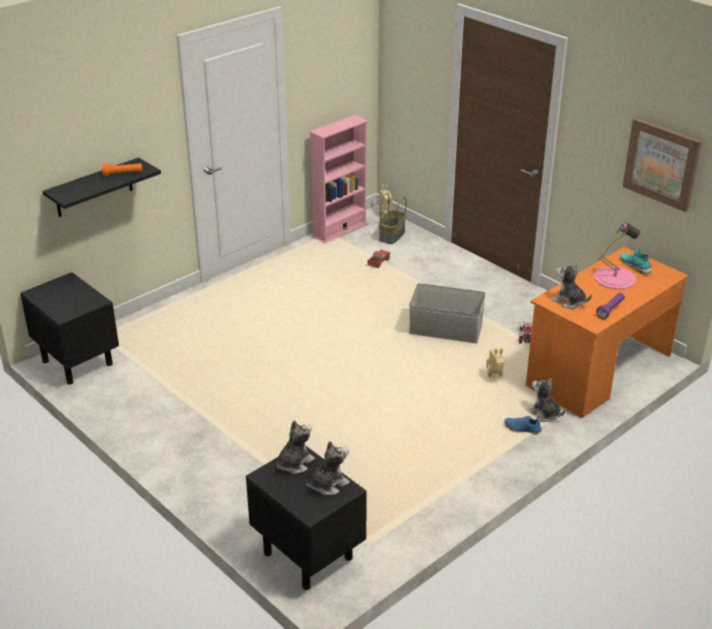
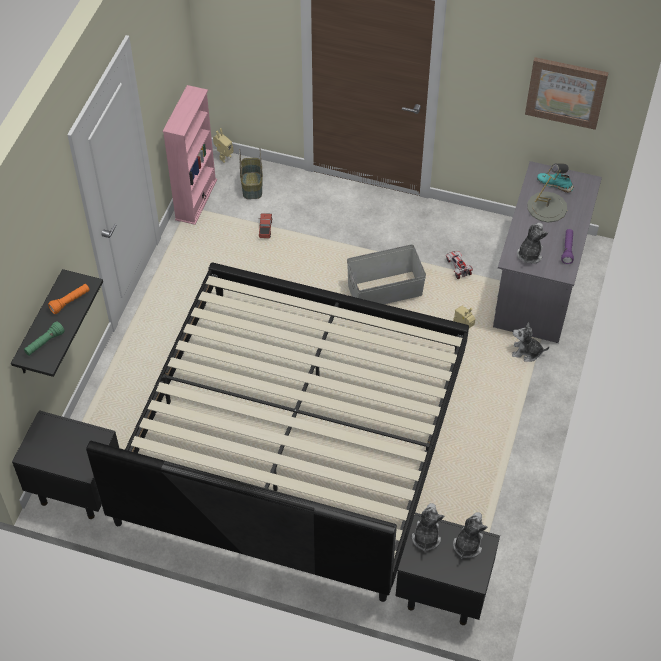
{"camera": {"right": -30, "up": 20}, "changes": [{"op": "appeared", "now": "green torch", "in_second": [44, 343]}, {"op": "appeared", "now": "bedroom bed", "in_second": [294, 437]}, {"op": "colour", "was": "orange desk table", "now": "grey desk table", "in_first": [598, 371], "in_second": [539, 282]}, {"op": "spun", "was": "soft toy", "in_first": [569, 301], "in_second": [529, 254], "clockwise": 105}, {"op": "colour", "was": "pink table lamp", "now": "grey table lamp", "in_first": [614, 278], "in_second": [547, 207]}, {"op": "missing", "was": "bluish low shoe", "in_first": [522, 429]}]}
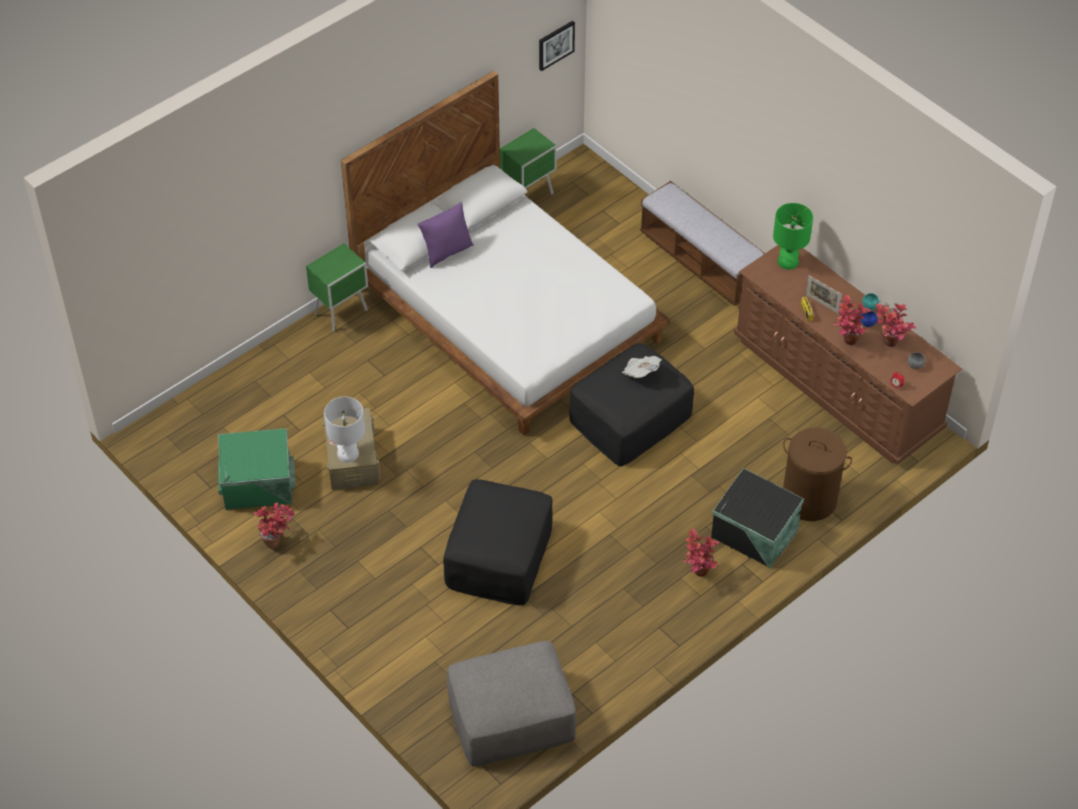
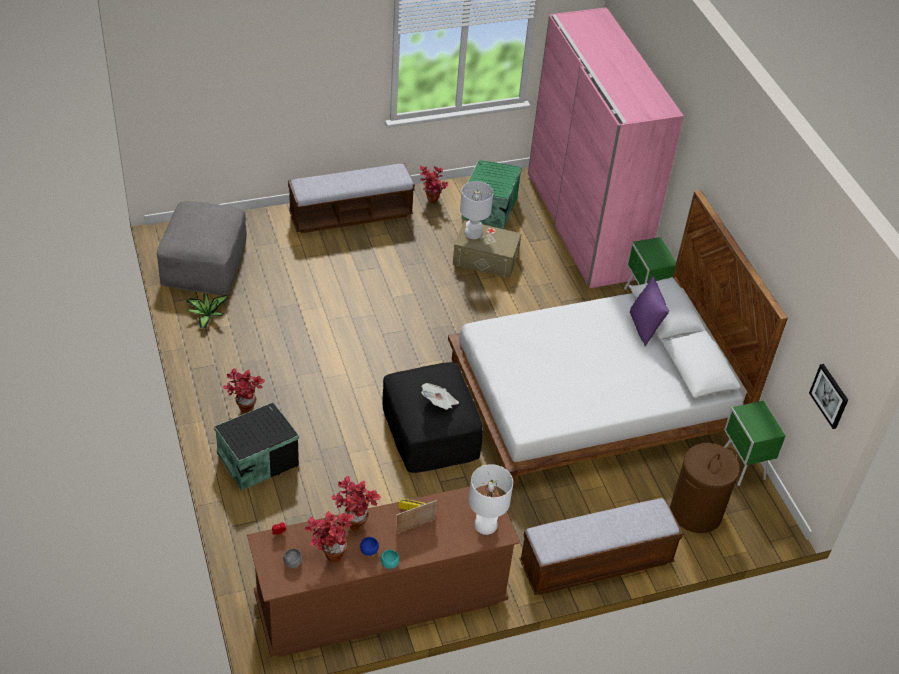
{"camera": {"right": 110, "up": -5}, "changes": [{"op": "appeared", "now": "potted plant", "in_second": [207, 315]}, {"op": "appeared", "now": "bench", "in_second": [351, 215]}, {"op": "colour", "was": "green table lamp", "now": "whitish table lamp", "in_first": [788, 261], "in_second": [486, 525]}, {"op": "appeared", "now": "pink wardrobe", "in_second": [584, 225]}, {"op": "relocated", "was": "brown-coloured washing basket", "in_first": [809, 499], "in_second": [696, 512]}, {"op": "missing", "was": "black footrest", "in_first": [499, 555]}]}
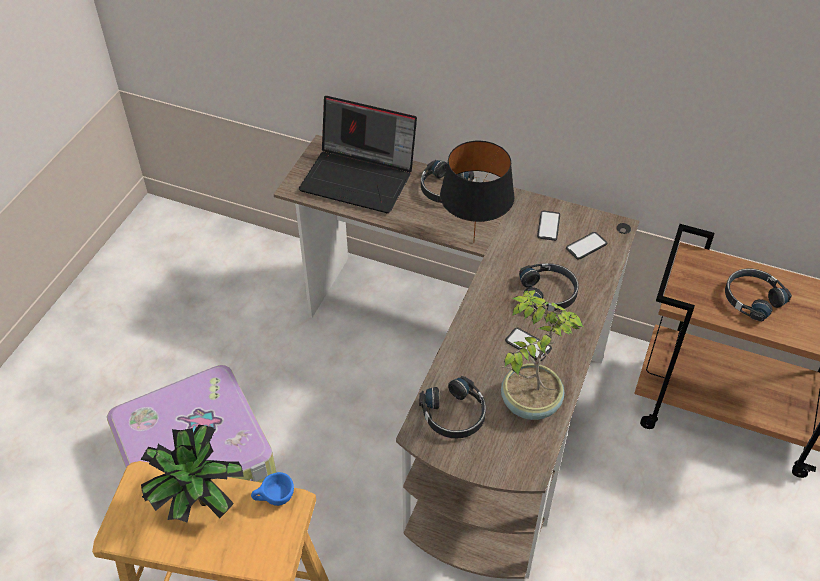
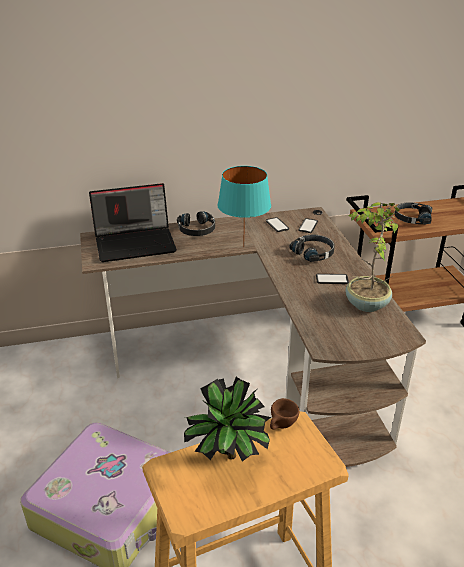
{"camera": {"right": -35, "up": -15}, "changes": [{"op": "colour", "was": "black table lamp", "now": "turquoise-coloured table lamp", "in_first": [473, 242], "in_second": [243, 247]}, {"op": "colour", "was": "bluish drinking cup", "now": "brown-coloured drinking cup", "in_first": [274, 500], "in_second": [281, 427]}, {"op": "missing", "was": "black headset", "in_first": [454, 415]}]}
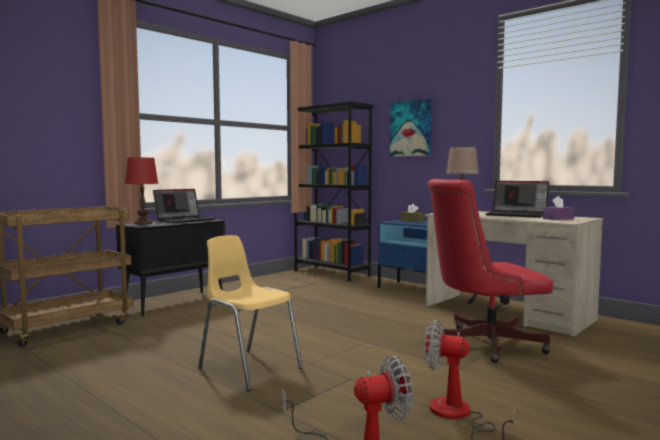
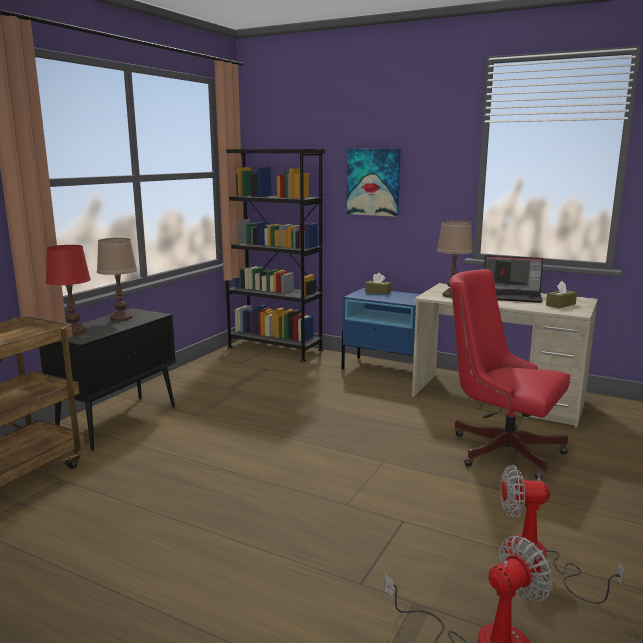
{"camera": {"right": -15, "up": 10}, "changes": [{"op": "exchanged", "was": "portable computer", "now": "brown-coloured table lamp", "in_first": [185, 220], "in_second": [121, 318]}, {"op": "spun", "was": "red computer chair", "in_first": [482, 344], "in_second": [500, 449], "clockwise": 60}, {"op": "colour", "was": "purple tissue holder", "now": "brown-coloured tissue holder", "in_first": [558, 219], "in_second": [560, 304]}, {"op": "missing", "was": "yellow-coloured upright chair", "in_first": [249, 368]}]}
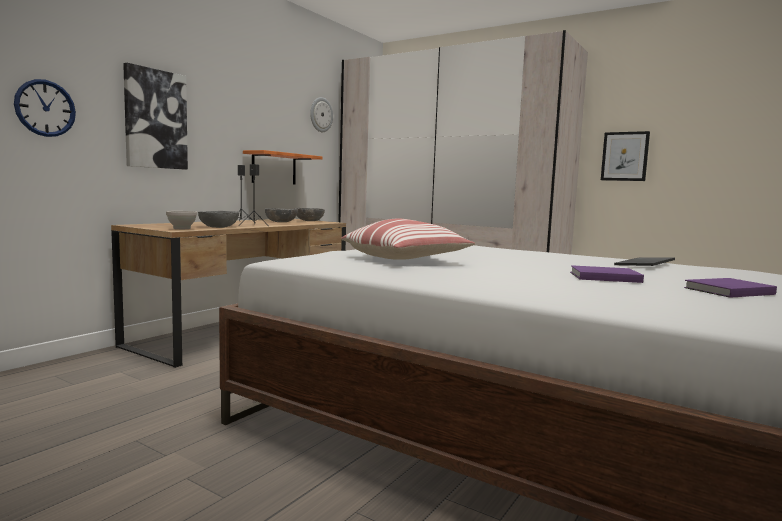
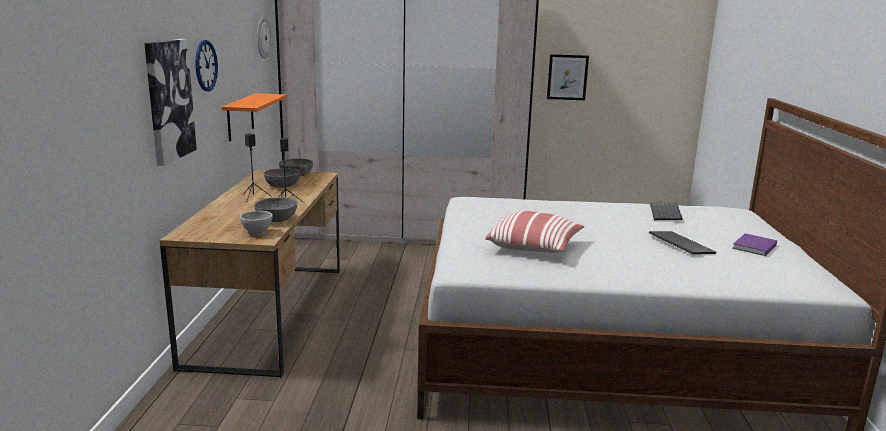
{"camera": {"right": -30, "up": 10}, "changes": [{"op": "relocated", "was": "wall clock", "in_first": [45, 108], "in_second": [205, 65]}, {"op": "exchanged", "was": "purple bound book", "now": "PC keyboard", "in_first": [602, 277], "in_second": [679, 244]}]}
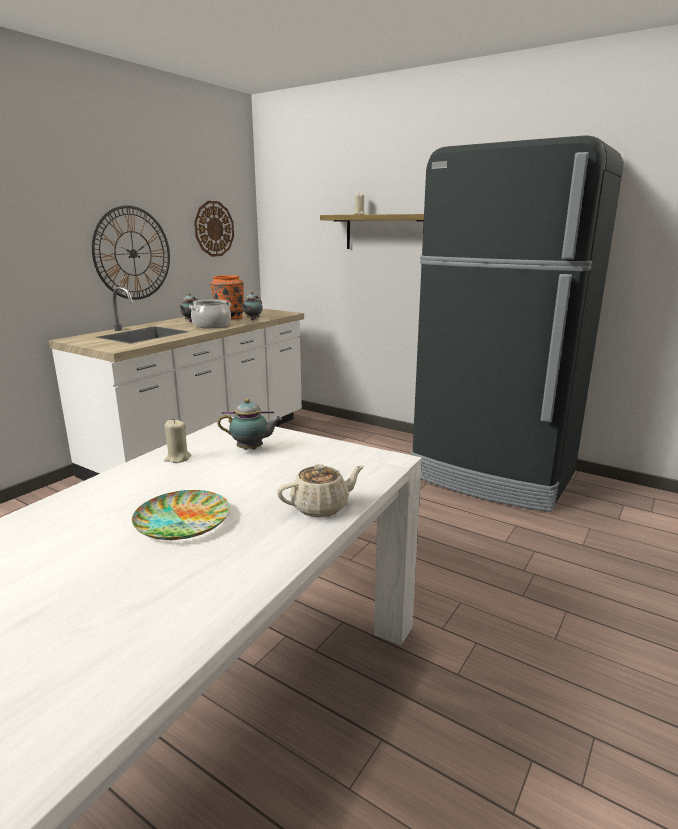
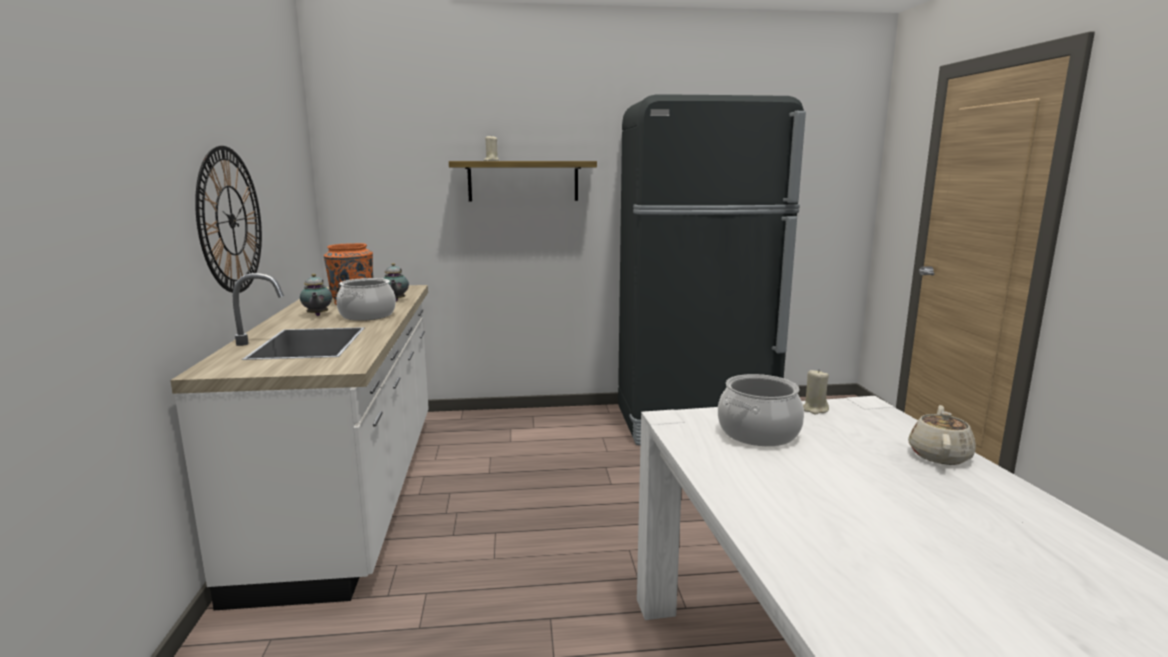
{"camera": {"right": -40, "up": -5}, "changes": [{"op": "exchanged", "was": "tea pot", "now": "stockpot", "in_first": [252, 449], "in_second": [759, 433]}, {"op": "relocated", "was": "beige-coloured wax light", "in_first": [177, 458], "in_second": [815, 409]}, {"op": "missing", "was": "plate", "in_first": [182, 521]}, {"op": "missing", "was": "wall clock", "in_first": [214, 229]}]}
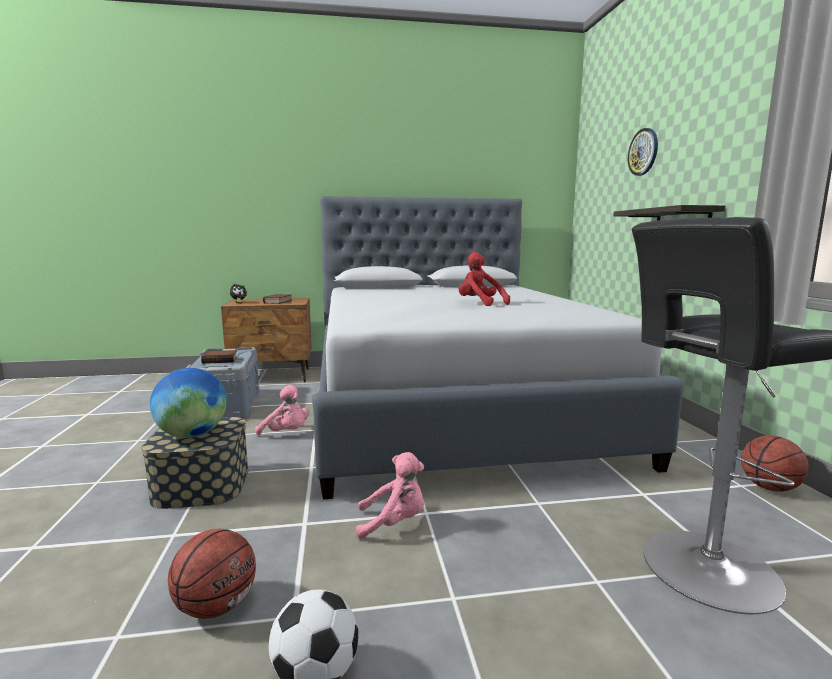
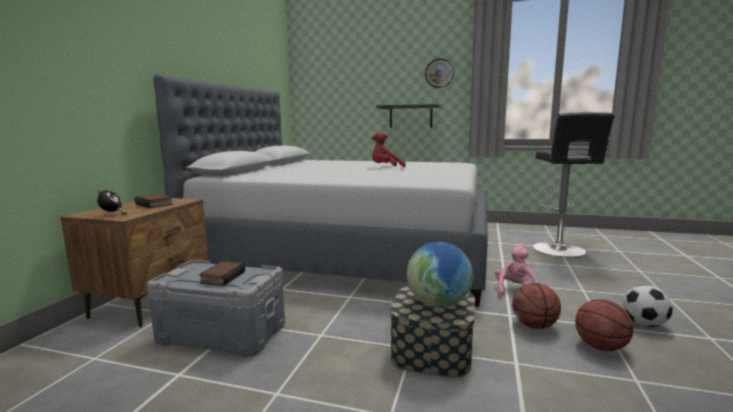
{"camera": {"right": -65, "up": 0}, "changes": [{"op": "relocated", "was": "wall clock", "in_first": [643, 152], "in_second": [439, 73]}, {"op": "relocated", "was": "basketball ball", "in_first": [769, 487], "in_second": [534, 326]}, {"op": "missing", "was": "pink soft toy", "in_first": [286, 433]}]}
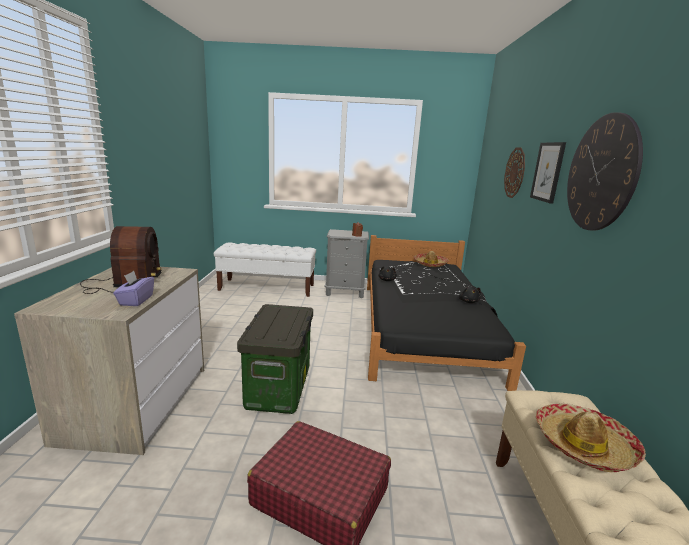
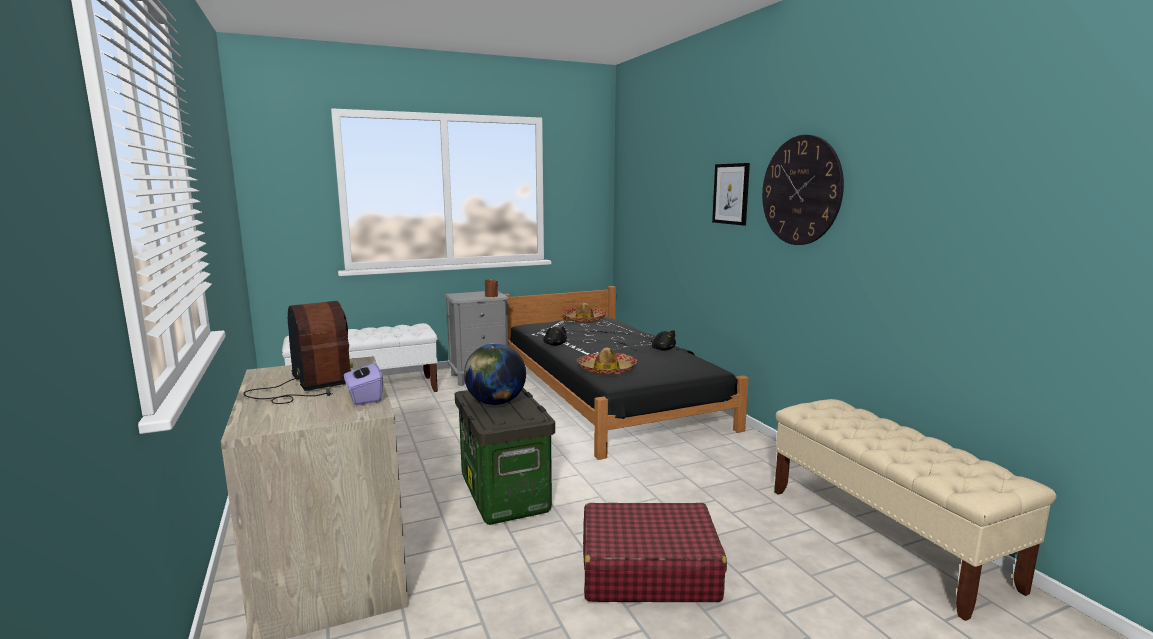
{"camera": {"right": -25, "up": -5}, "changes": [{"op": "appeared", "now": "world globe", "in_second": [495, 403]}, {"op": "relocated", "was": "wearable hat", "in_first": [583, 445], "in_second": [606, 370]}, {"op": "missing", "was": "wall clock", "in_first": [515, 172]}]}
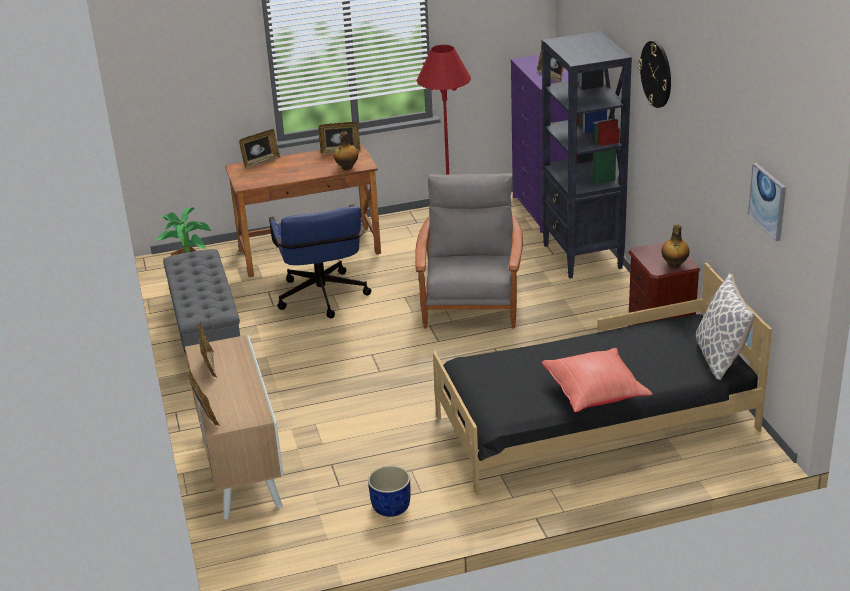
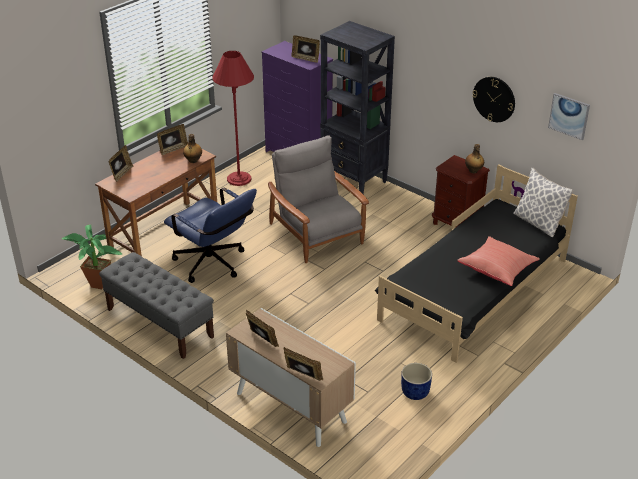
{"camera": {"right": -35, "up": 5}, "changes": [{"op": "relocated", "was": "wall clock", "in_first": [656, 74], "in_second": [494, 99]}]}
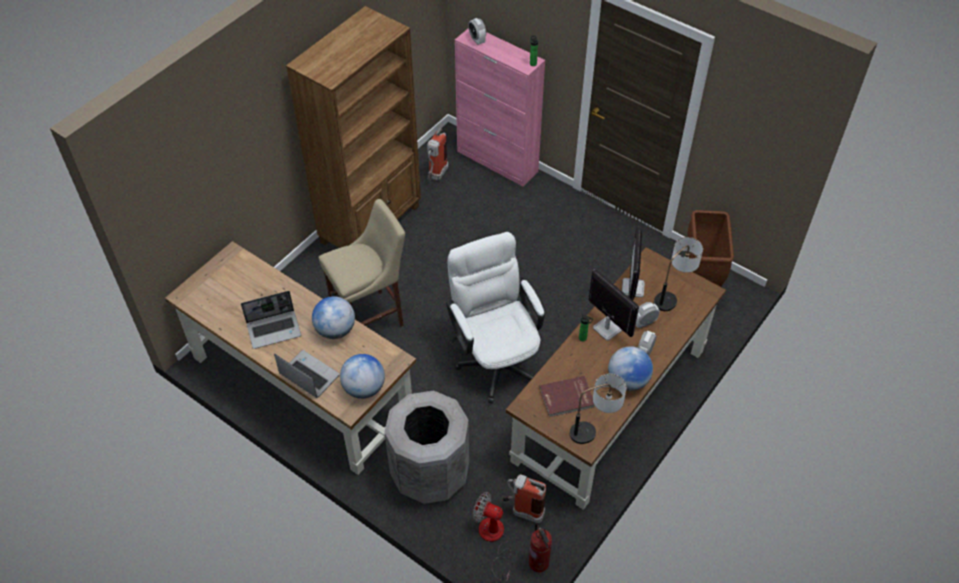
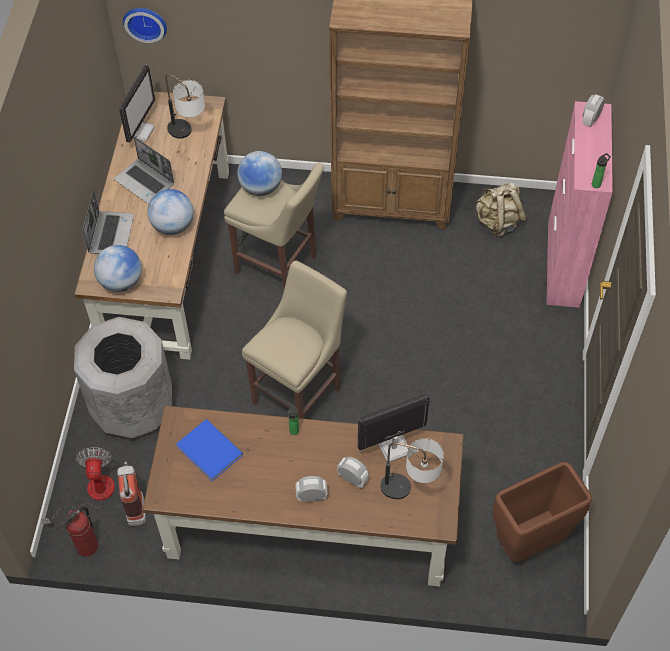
{"camera": {"right": 60, "up": 5}, "changes": [{"op": "relocated", "was": "computer screen", "in_first": [607, 328], "in_second": [140, 130]}, {"op": "appeared", "now": "wall clock", "in_second": [145, 22]}, {"op": "relocated", "was": "table lamp", "in_first": [594, 429], "in_second": [188, 135]}, {"op": "colour", "was": "red bound book", "now": "bluish bound book", "in_first": [567, 398], "in_second": [208, 452]}, {"op": "relocated", "was": "world globe", "in_first": [628, 380], "in_second": [261, 187]}, {"op": "exchanged", "was": "whitish computer chair", "now": "beige-coloured stool", "in_first": [495, 358], "in_second": [300, 393]}, {"op": "exchanged", "was": "extinguisher", "now": "beige-coloured backpack", "in_first": [436, 176], "in_second": [498, 222]}]}
